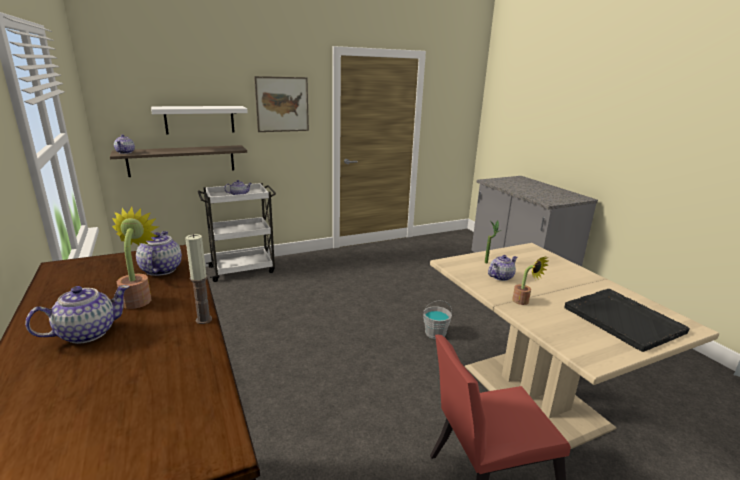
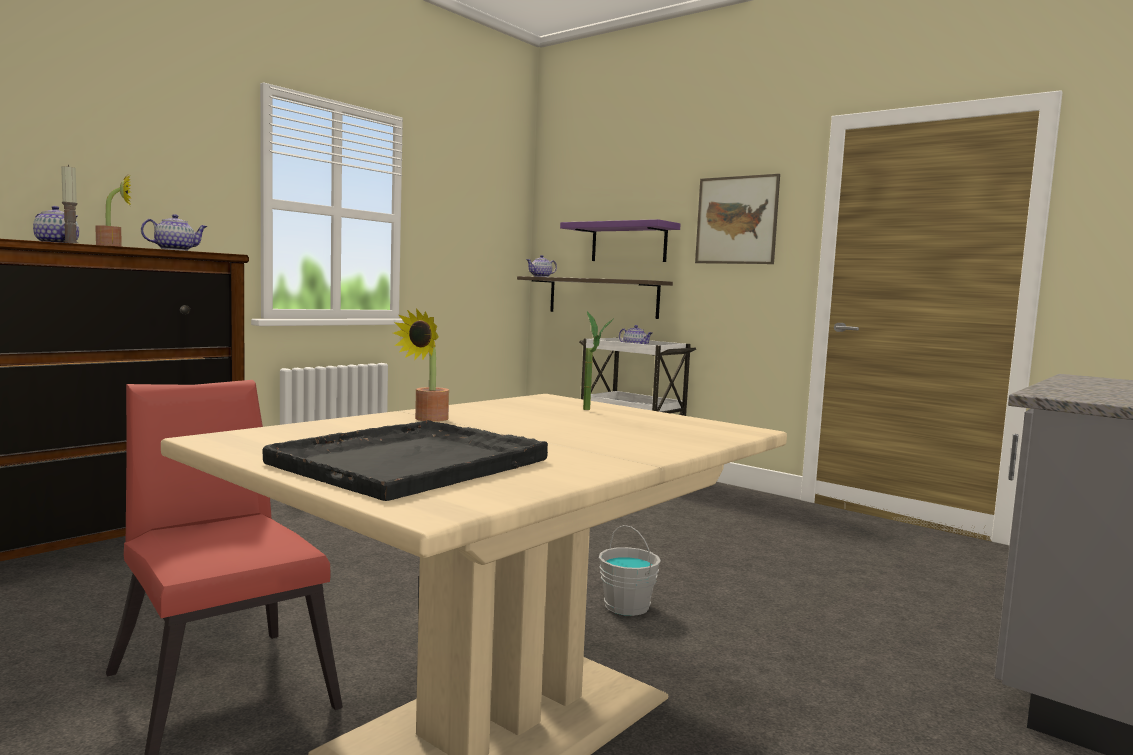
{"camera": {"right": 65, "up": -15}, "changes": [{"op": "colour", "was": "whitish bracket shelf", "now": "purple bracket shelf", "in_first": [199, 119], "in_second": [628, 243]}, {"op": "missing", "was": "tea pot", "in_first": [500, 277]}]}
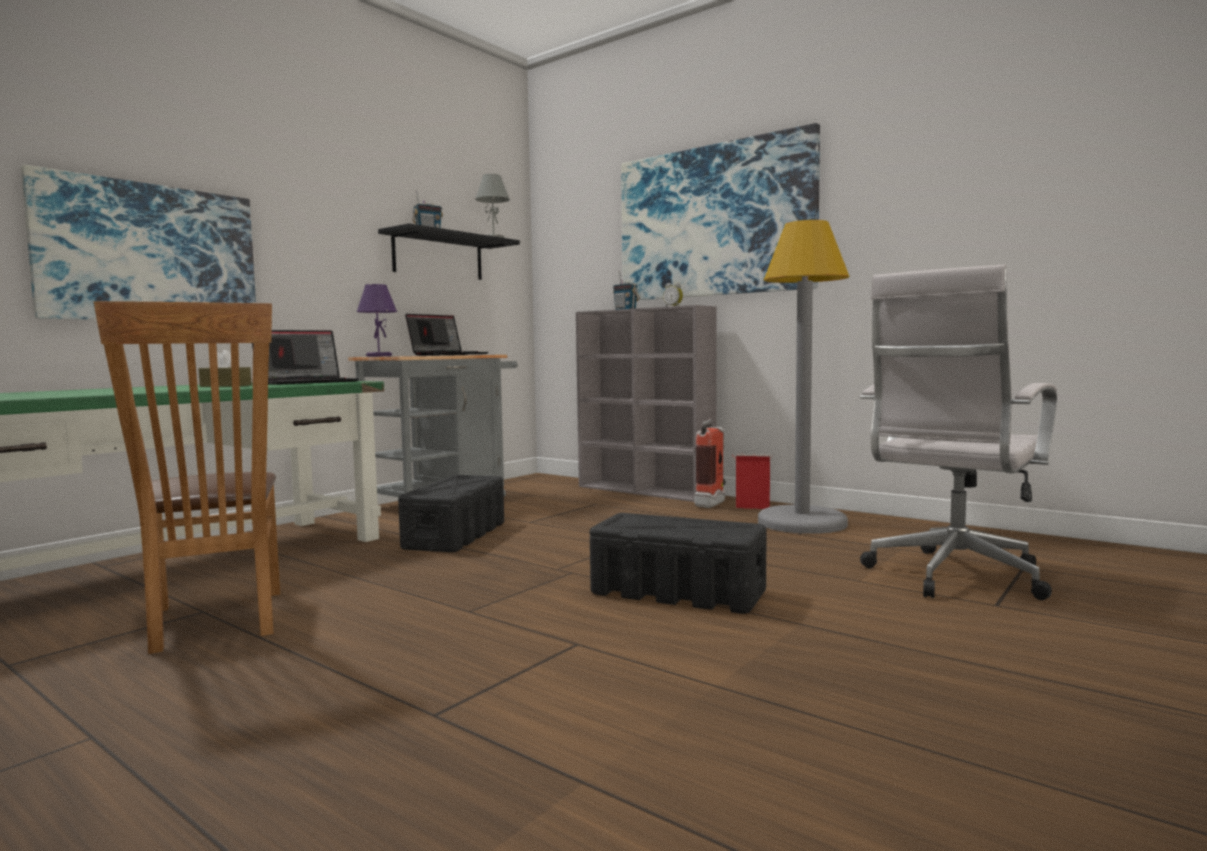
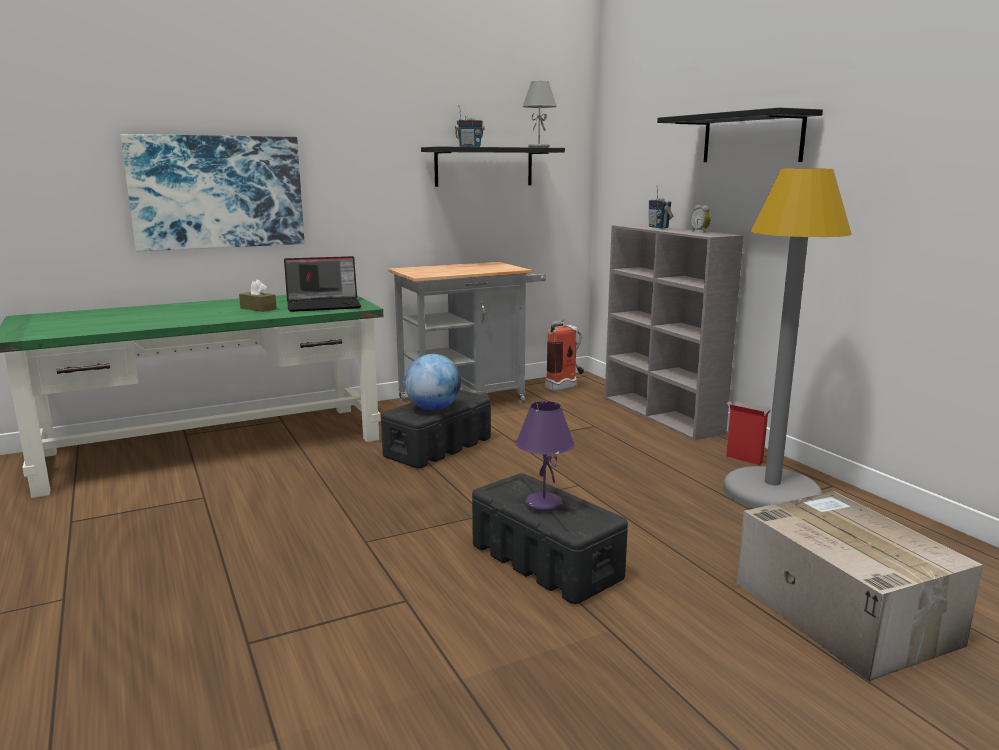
{"camera": {"right": 25, "up": 10}, "changes": [{"op": "appeared", "now": "world globe", "in_second": [433, 408]}, {"op": "relocated", "was": "purple table lamp", "in_first": [378, 356], "in_second": [543, 504]}, {"op": "relocated", "was": "extinguisher", "in_first": [712, 503], "in_second": [565, 388]}, {"op": "exchanged", "was": "picture", "now": "black bracket shelf", "in_first": [714, 221], "in_second": [751, 138]}, {"op": "exchanged", "was": "whitish computer chair", "now": "cardboard box", "in_first": [952, 578], "in_second": [841, 611]}, {"op": "missing", "was": "brown-coloured upright chair", "in_first": [215, 623]}, {"op": "missing", "was": "portable computer", "in_first": [448, 355]}]}
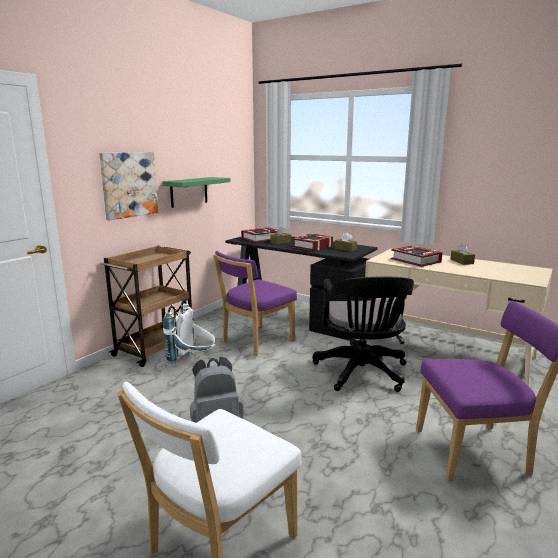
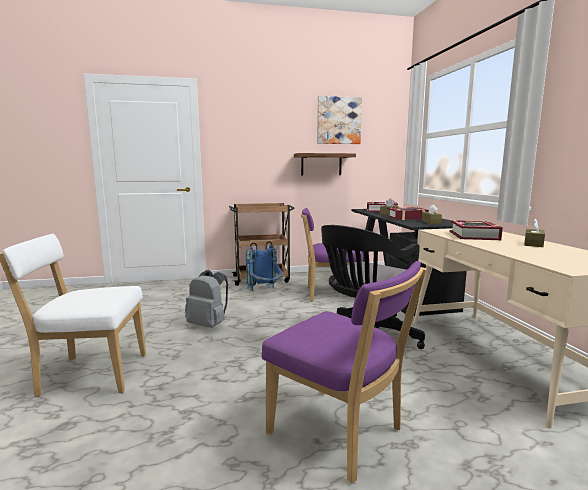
{"camera": {"right": 45, "up": -5}, "changes": [{"op": "colour", "was": "whitish backpack", "now": "bluish backpack", "in_first": [193, 363], "in_second": [265, 292]}, {"op": "colour", "was": "green bracket shelf", "now": "brown-coloured bracket shelf", "in_first": [189, 192], "in_second": [321, 164]}, {"op": "relocated", "was": "picture", "in_first": [129, 184], "in_second": [338, 120]}]}
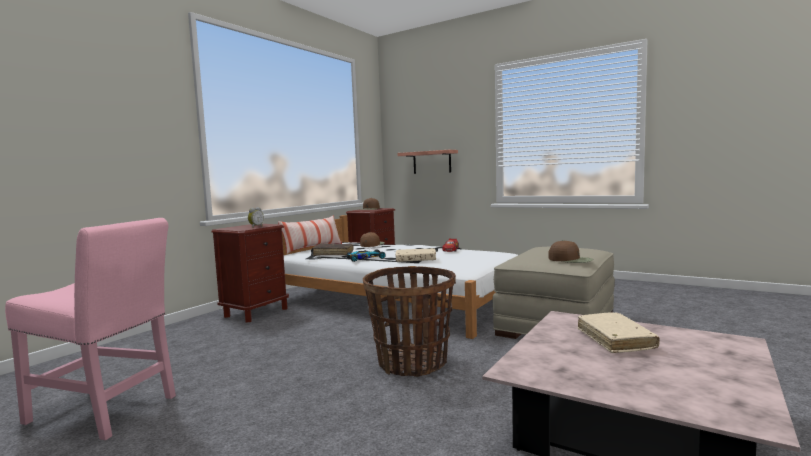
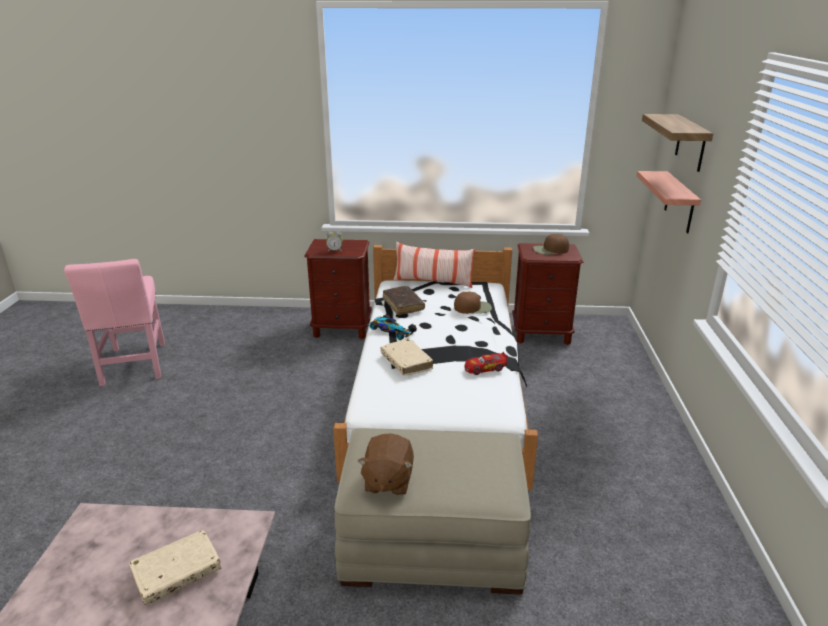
{"camera": {"right": 60, "up": 20}, "changes": [{"op": "exchanged", "was": "brown-coloured cap", "now": "brown-coloured soft toy", "in_first": [570, 260], "in_second": [387, 481]}, {"op": "appeared", "now": "bracket shelf", "in_second": [691, 143]}, {"op": "missing", "was": "storage basket", "in_first": [412, 363]}]}
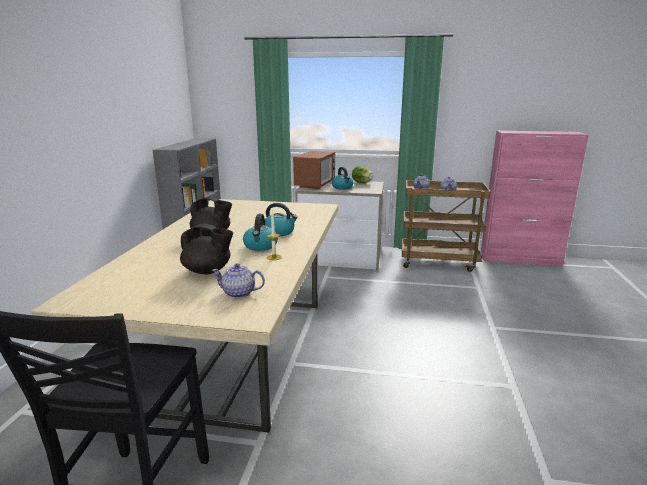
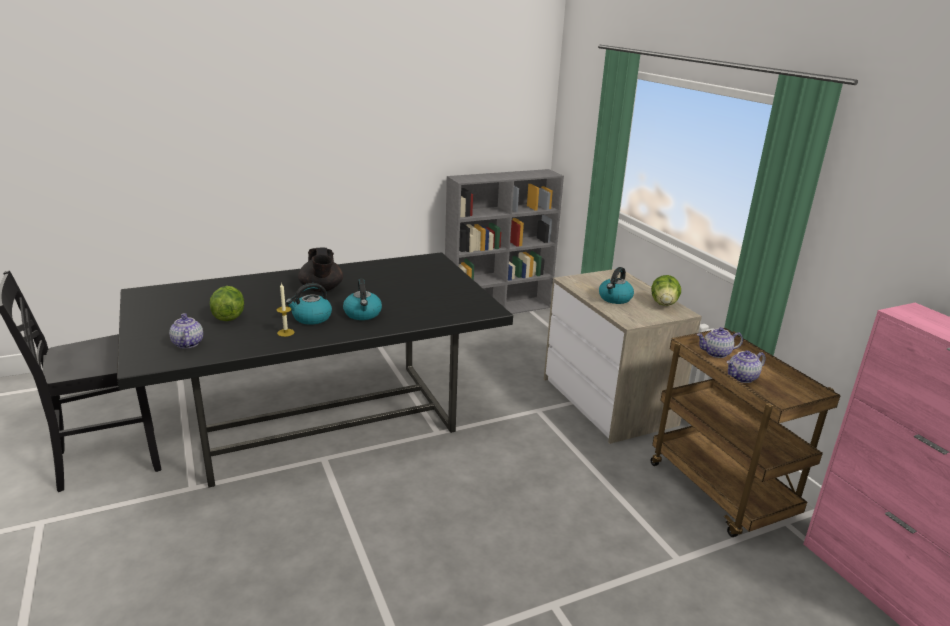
{"camera": {"right": 55, "up": 5}, "changes": [{"op": "colour", "was": "beige-coloured kitchen table", "now": "black kitchen table", "in_first": [238, 351], "in_second": [321, 419]}, {"op": "exchanged", "was": "black tea pot", "now": "lettuce", "in_first": [208, 271], "in_second": [229, 317]}, {"op": "missing", "was": "microwave oven", "in_first": [315, 184]}]}
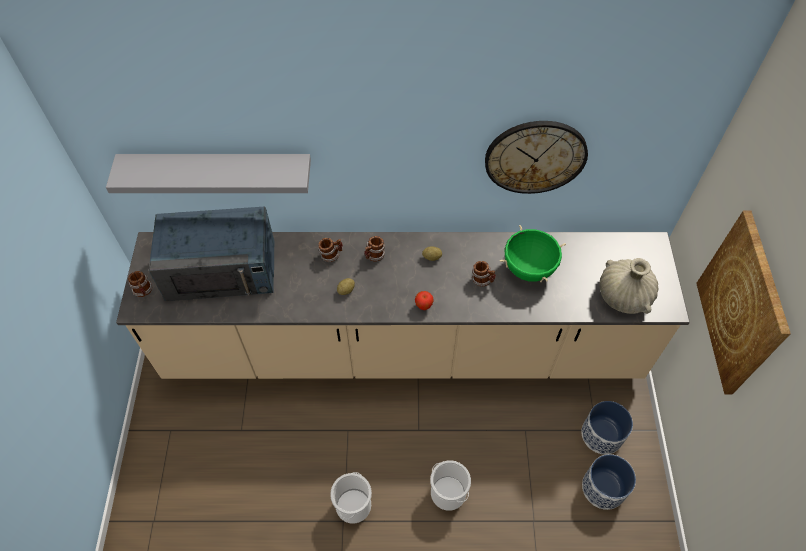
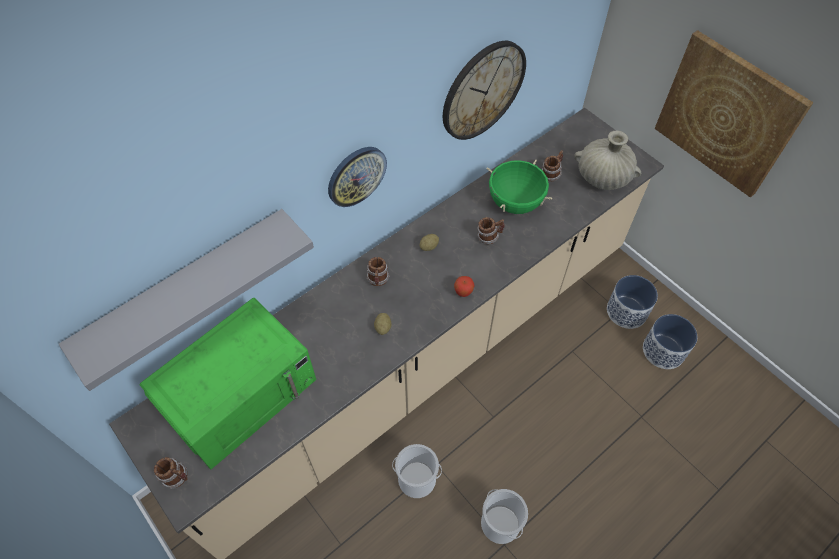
{"camera": {"right": -40, "up": 0}, "changes": [{"op": "colour", "was": "bluish microwave oven", "now": "green microwave oven", "in_first": [222, 268], "in_second": [241, 394]}, {"op": "appeared", "now": "wall clock", "in_second": [356, 176]}, {"op": "relocated", "was": "pail", "in_first": [448, 493], "in_second": [417, 479]}, {"op": "relocated", "was": "tea mug", "in_first": [331, 255], "in_second": [551, 174]}]}
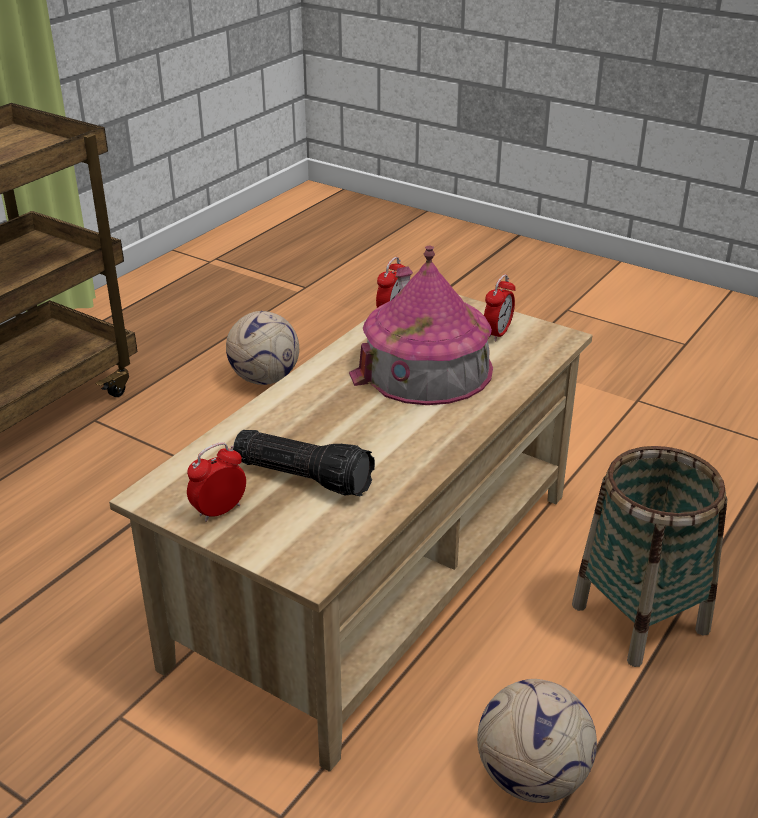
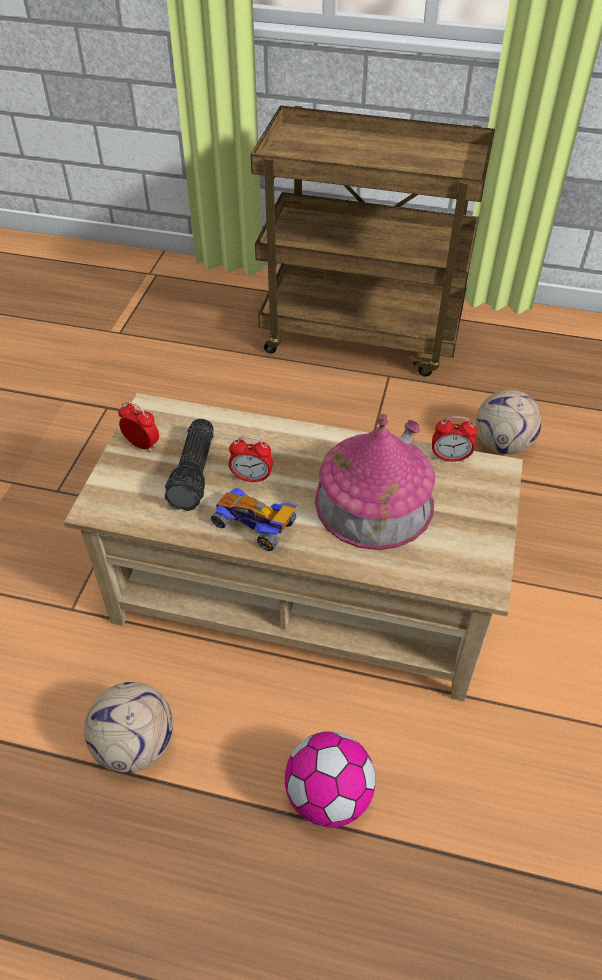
{"camera": {"right": 70, "up": 15}, "changes": [{"op": "appeared", "now": "toy car", "in_second": [256, 525]}, {"op": "relocated", "was": "alarm clock", "in_first": [497, 333], "in_second": [251, 477]}, {"op": "exchanged", "was": "storage basket", "now": "ball for football", "in_first": [640, 618], "in_second": [328, 795]}]}
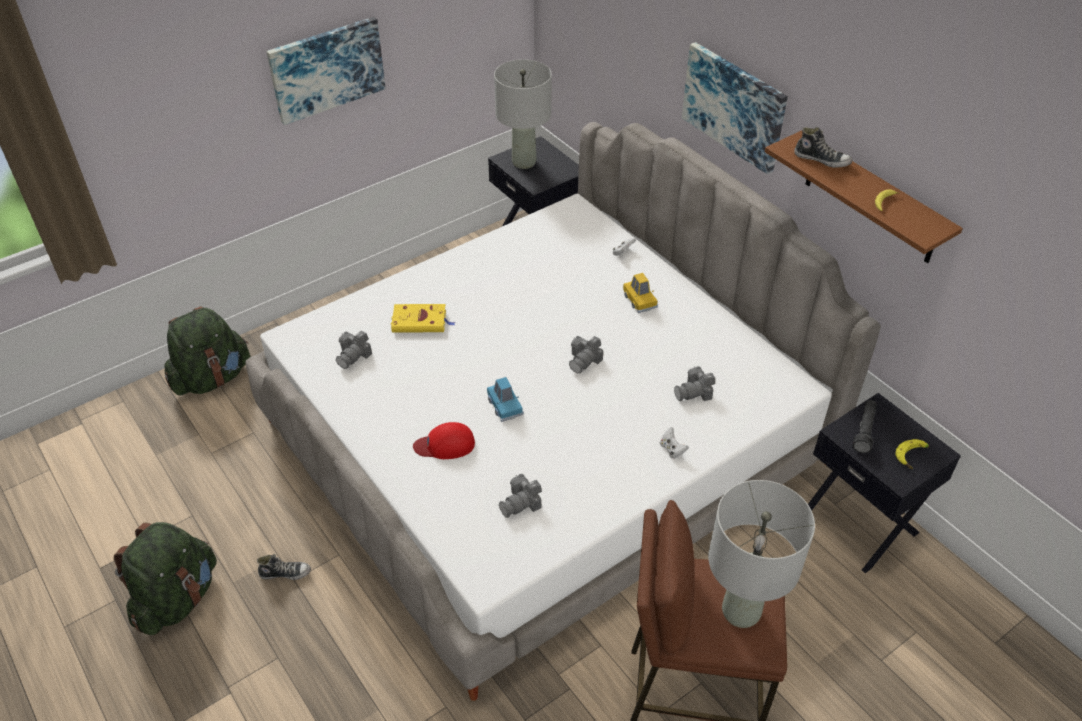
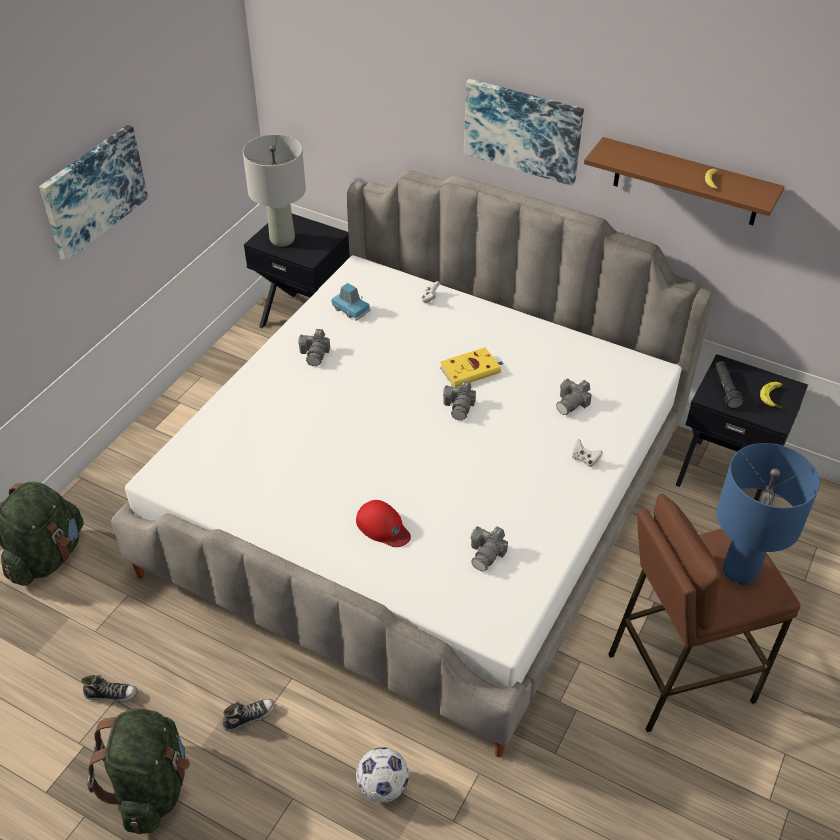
{"camera": {"right": -25, "up": 0}, "changes": [{"op": "relocated", "was": "low shoe", "in_first": [822, 160], "in_second": [111, 694]}, {"op": "relocated", "was": "photo camera", "in_first": [354, 355], "in_second": [315, 354]}, {"op": "relocated", "was": "bluish toy car", "in_first": [505, 406], "in_second": [351, 309]}, {"op": "spun", "was": "red cap", "in_first": [445, 445], "in_second": [383, 527], "clockwise": -105}, {"op": "appeared", "now": "ball for football", "in_second": [382, 786]}, {"op": "relocated", "was": "yellow-coloured bound book", "in_first": [421, 321], "in_second": [471, 370]}, {"op": "colour", "was": "grey table lamp", "now": "bluish table lamp", "in_first": [740, 612], "in_second": [739, 571]}, {"op": "missing", "was": "yellow-coloured toy car", "in_first": [639, 300]}]}
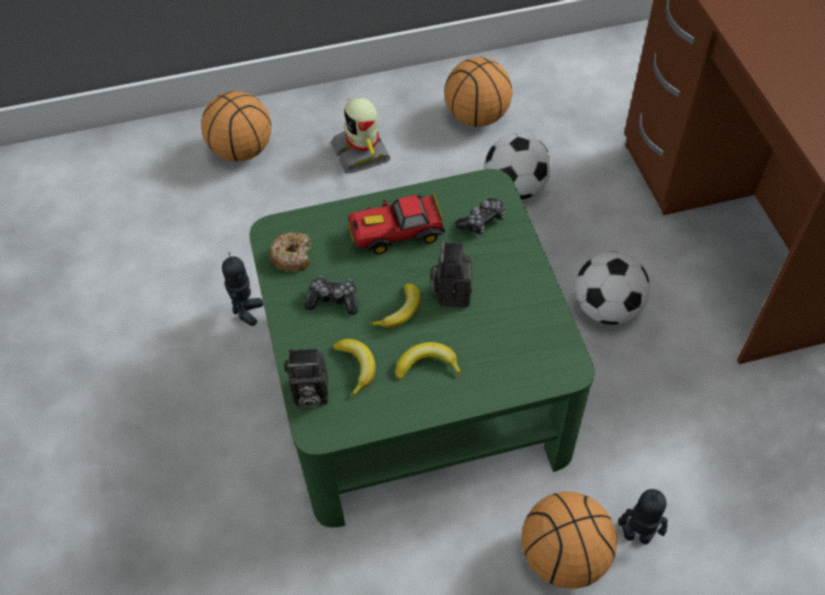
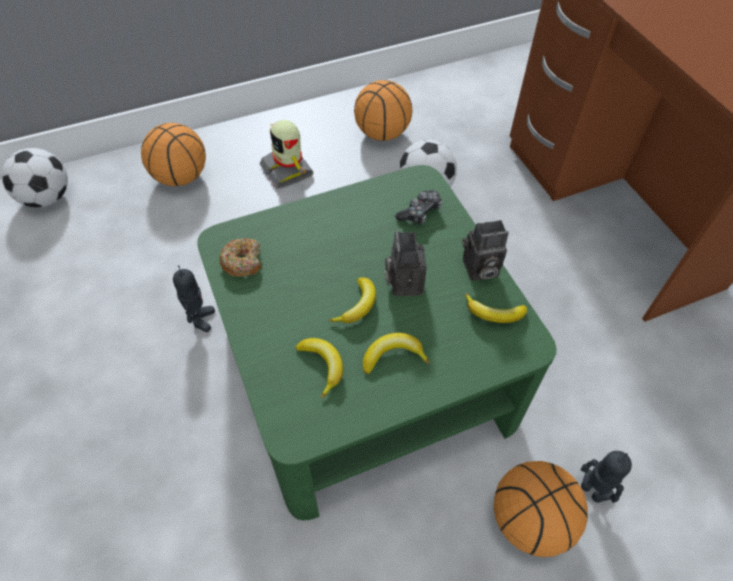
{"camera": {"right": -10, "up": 0}, "changes": [{"op": "relocated", "was": "ball for football", "in_first": [607, 308], "in_second": [47, 198]}, {"op": "relocated", "was": "photo camera", "in_first": [309, 394], "in_second": [479, 269]}, {"op": "appeared", "now": "banana", "in_second": [494, 314]}, {"op": "spun", "was": "model robot", "in_first": [637, 535], "in_second": [592, 491], "clockwise": 45}, {"op": "missing", "was": "gamepad", "in_first": [333, 300]}, {"op": "missing", "was": "toy car", "in_first": [396, 233]}]}
